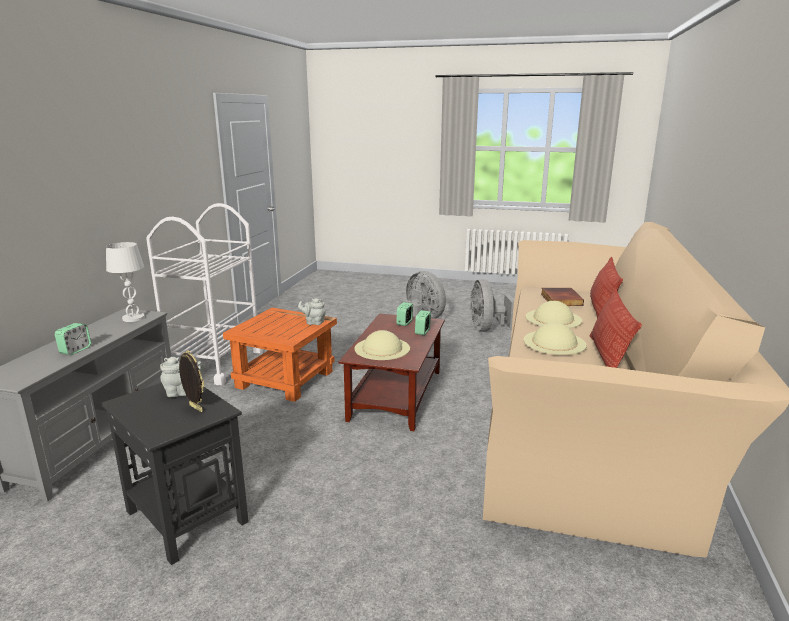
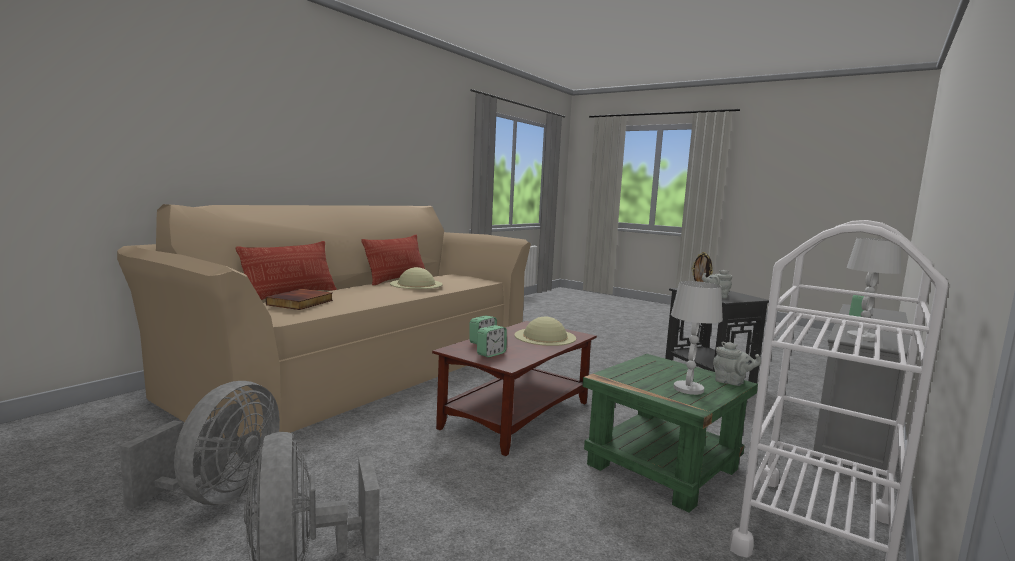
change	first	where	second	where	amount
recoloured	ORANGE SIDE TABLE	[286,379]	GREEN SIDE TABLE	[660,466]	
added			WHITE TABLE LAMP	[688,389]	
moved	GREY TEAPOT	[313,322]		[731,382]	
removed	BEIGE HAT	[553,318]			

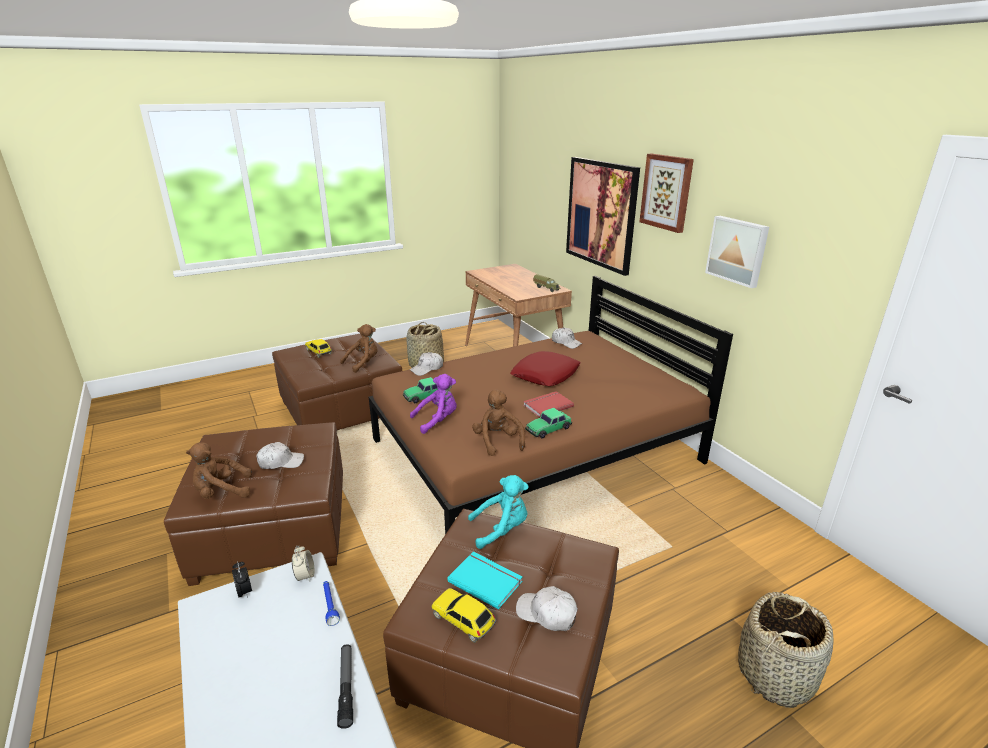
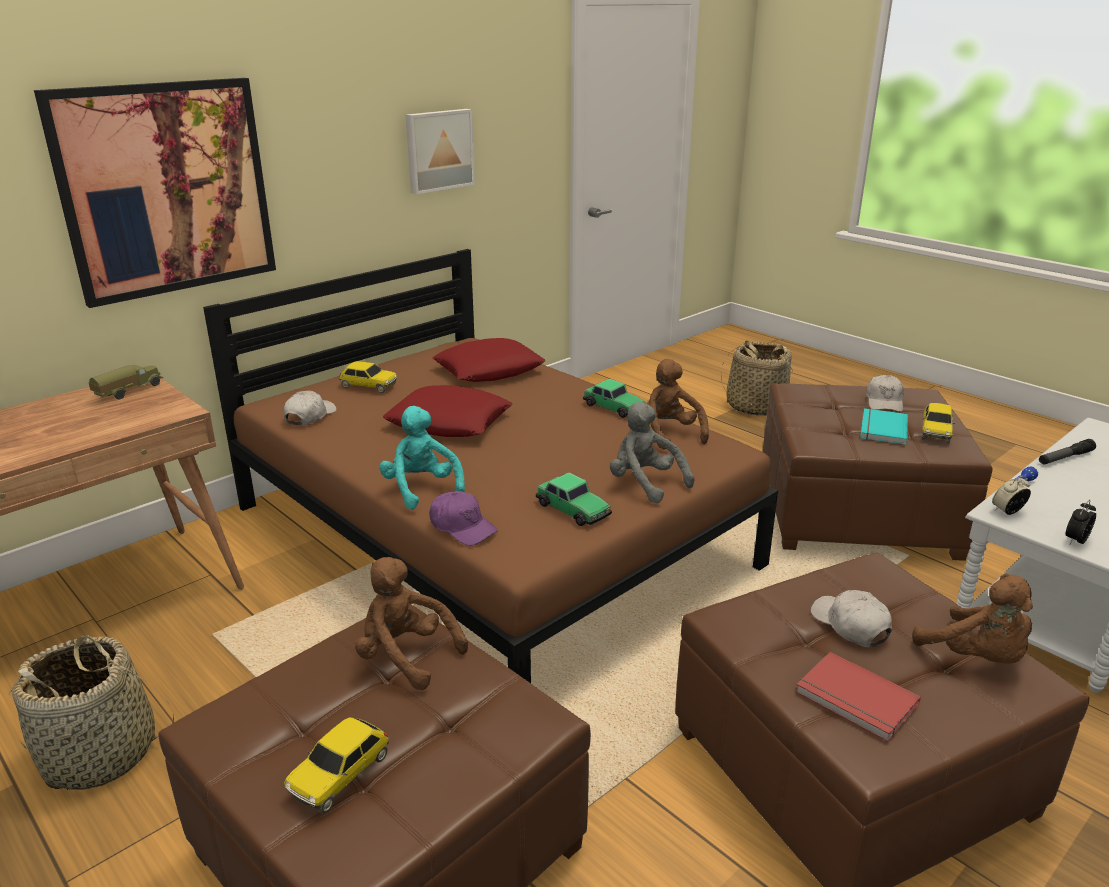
change	first	where	second	where	amount
added			TOY CAR	[368,386]	
moved	TURQUOISE PLUSH TOY	[501,529]		[422,489]	
recoloured	WHITE CAP	[427,369]	PURPLE CAP	[462,527]	
added			RED PILLOW	[489,369]	
recoloured	PURPLE PLUSH TOY	[437,420]	GREY PLUSH TOY	[645,483]	
turned	BROWN PLUSH TOY	[497,441]		[668,434]	105 degrees clockwise
moved	RED BOOK	[547,405]		[855,700]	
removed	PICTURE	[666,192]			

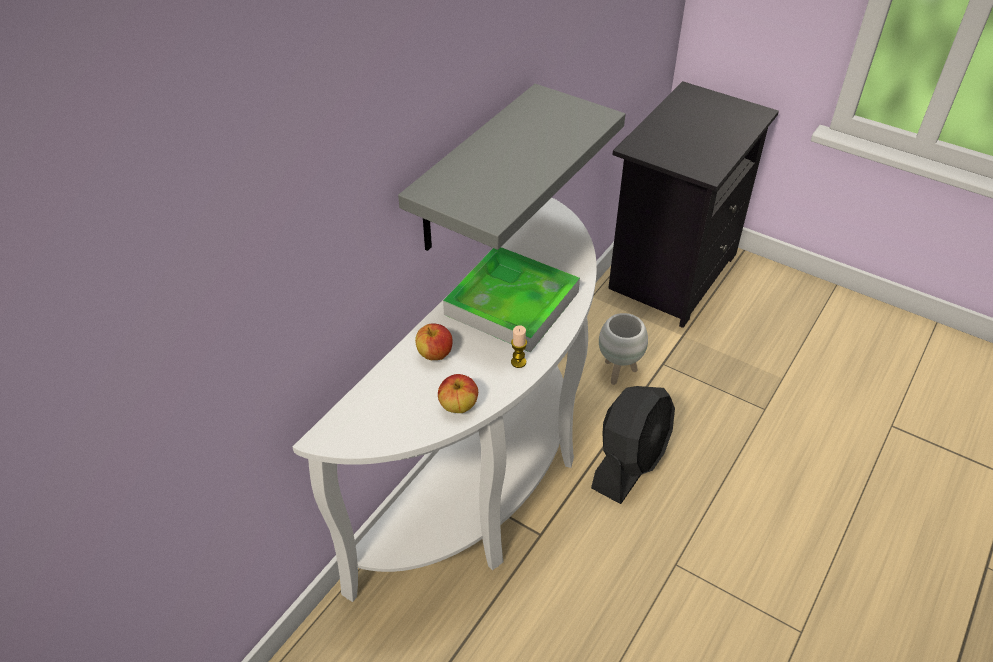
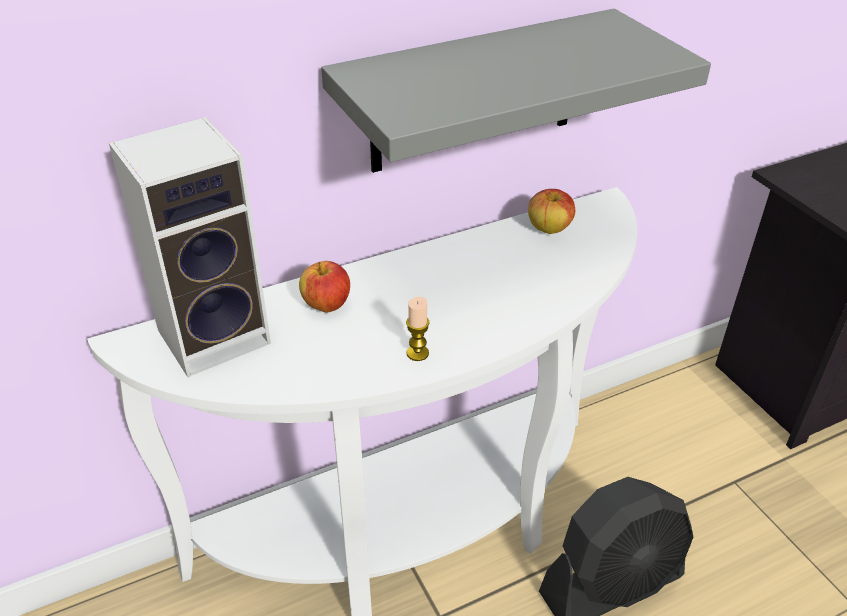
change	first	where	second	where	amount
added			SPEAKER	[217,334]	
moved	APPLE	[458,406]		[549,229]	
removed	TRAY	[512,303]			
removed	WHITE PLANTER	[618,372]			

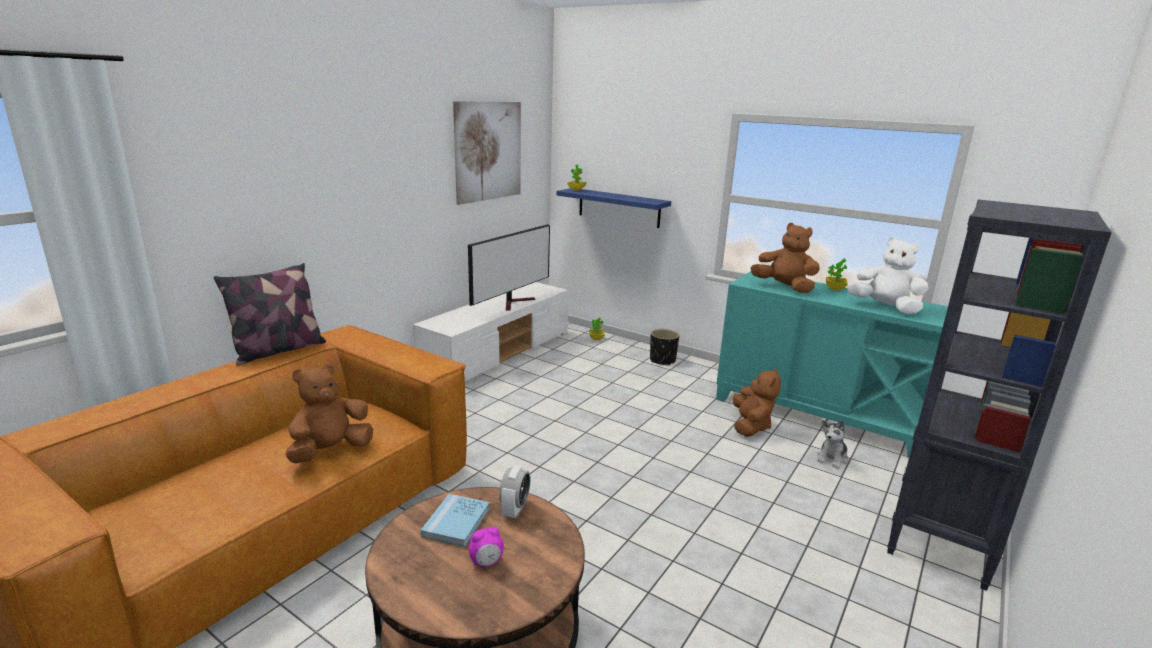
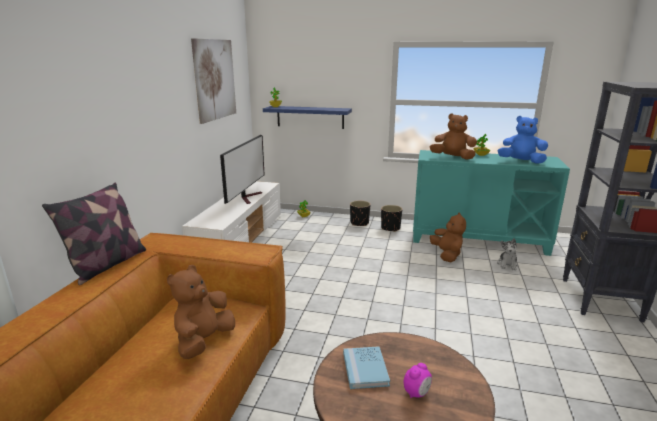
change	first	where	second	where	amount
added			BLACK PLANTER	[390,228]	
recoloured	WHITE PLUSH TOY	[885,307]	BLUE PLUSH TOY	[521,161]	
removed	ALARM CLOCK	[515,509]			

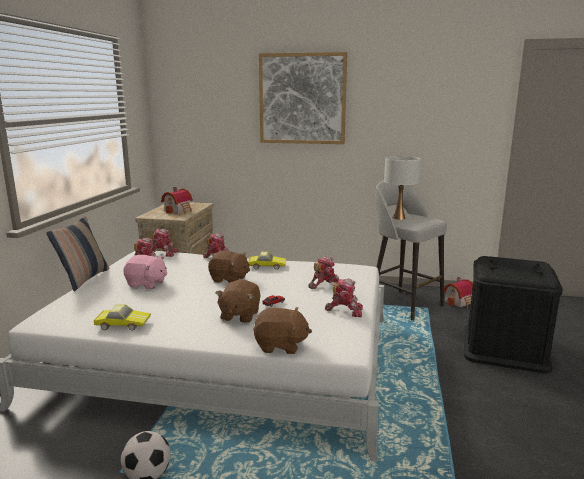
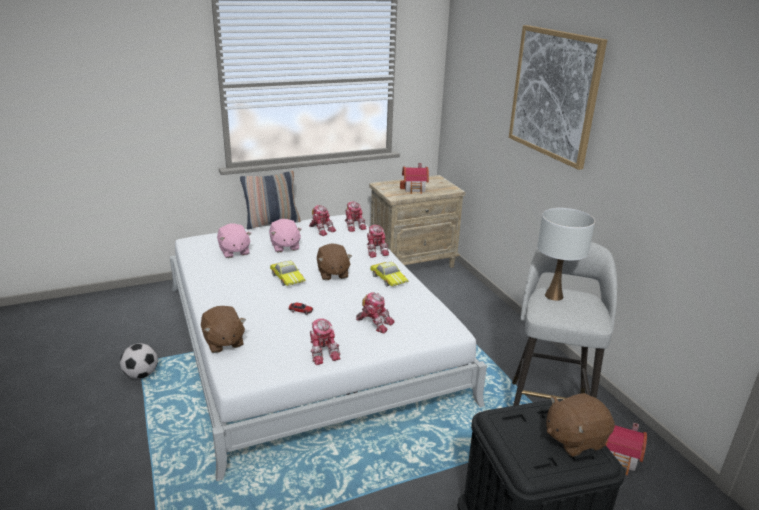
change	first	where	second	where	amount
added			PINK PLUSH TOY	[234,252]	
moved	TOY CAR	[123,324]		[288,277]	
moved	BROWN PLUSH TOY	[239,315]		[574,439]	

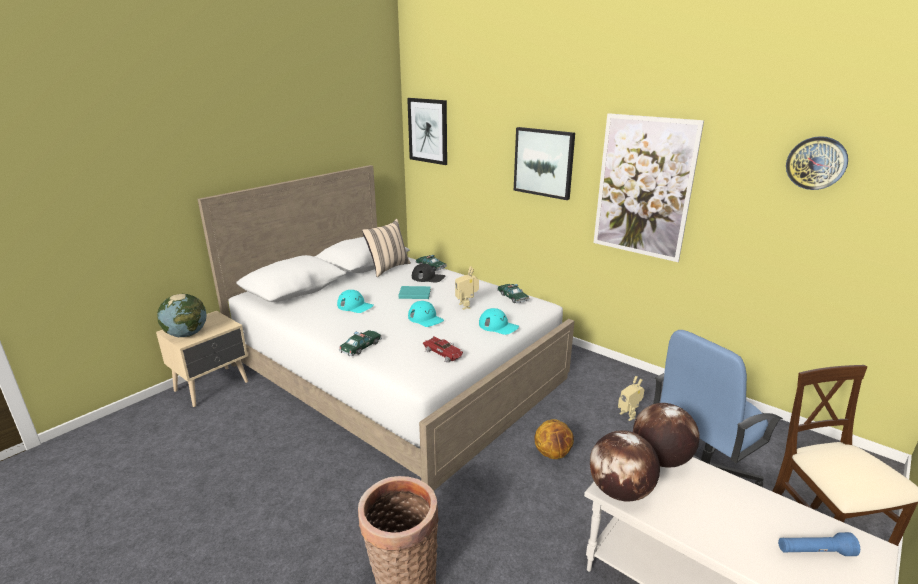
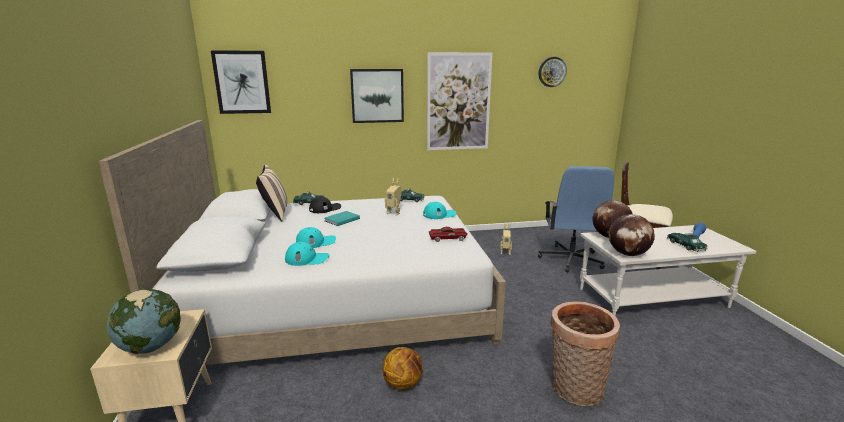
change	first	where	second	where	amount
moved	TURQUOISE CAP	[425,318]		[307,259]	
moved	BASKETBALL	[553,454]		[403,383]	
moved	TOY CAR	[361,347]		[685,245]	

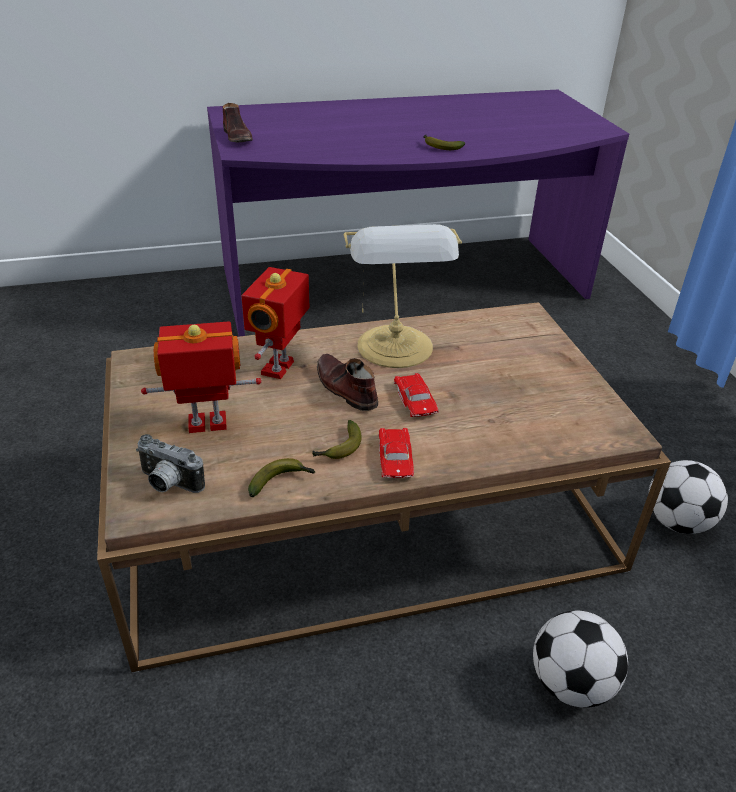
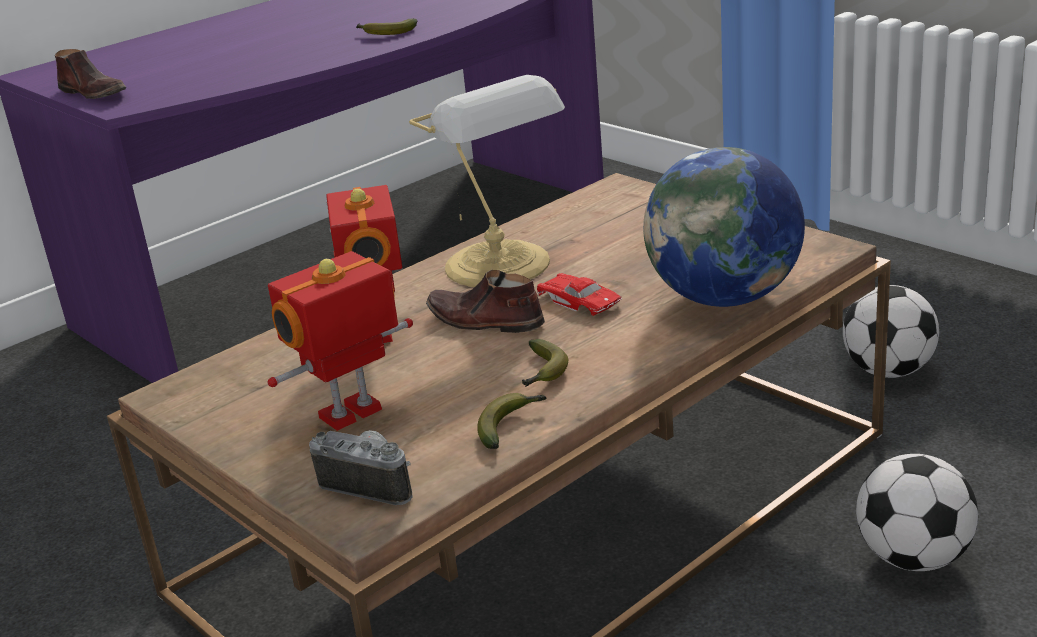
change	first	where	second	where	amount
turned	PHOTO CAMERA	[168,484]		[371,483]	150 degrees counterclockwise
added			GLOBE	[725,298]	
removed	RED TOY CAR	[395,458]			

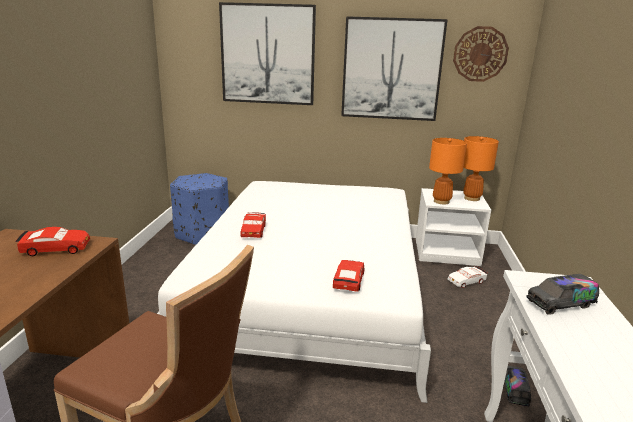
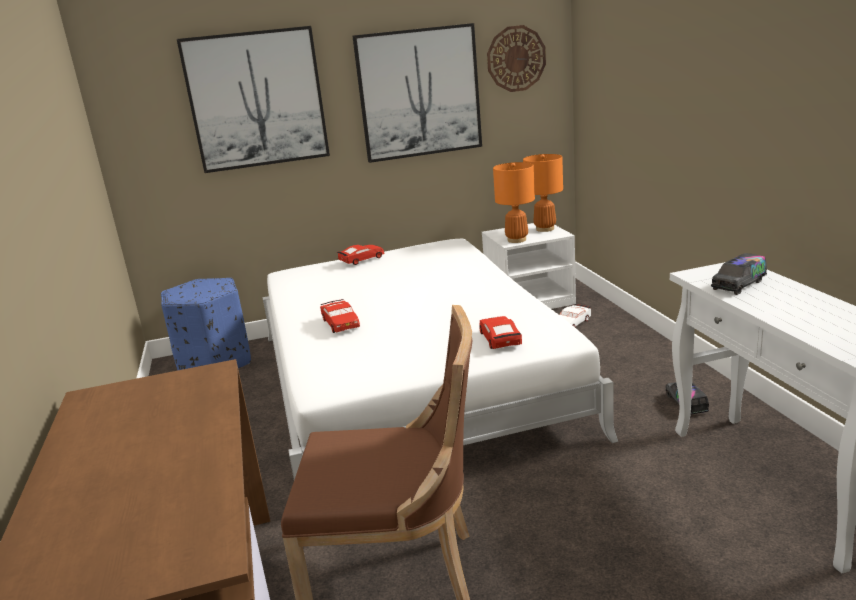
change	first	where	second	where	amount
moved	RED TOY CAR	[55,248]		[361,259]	

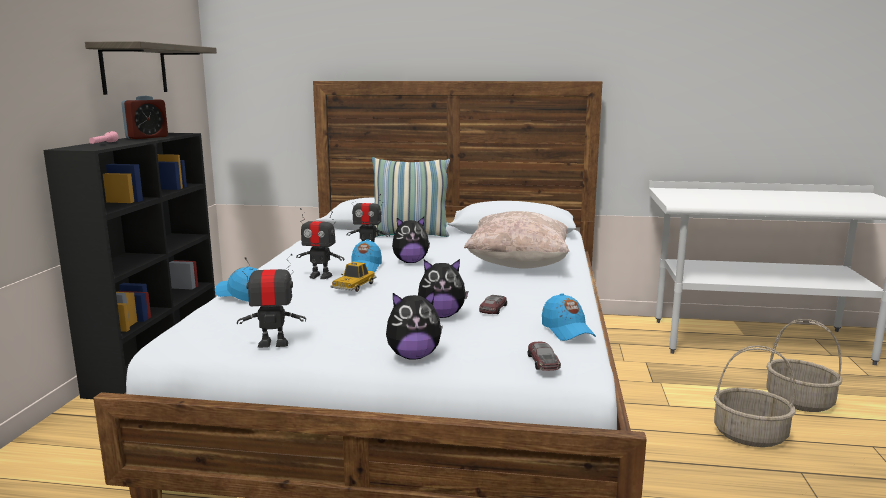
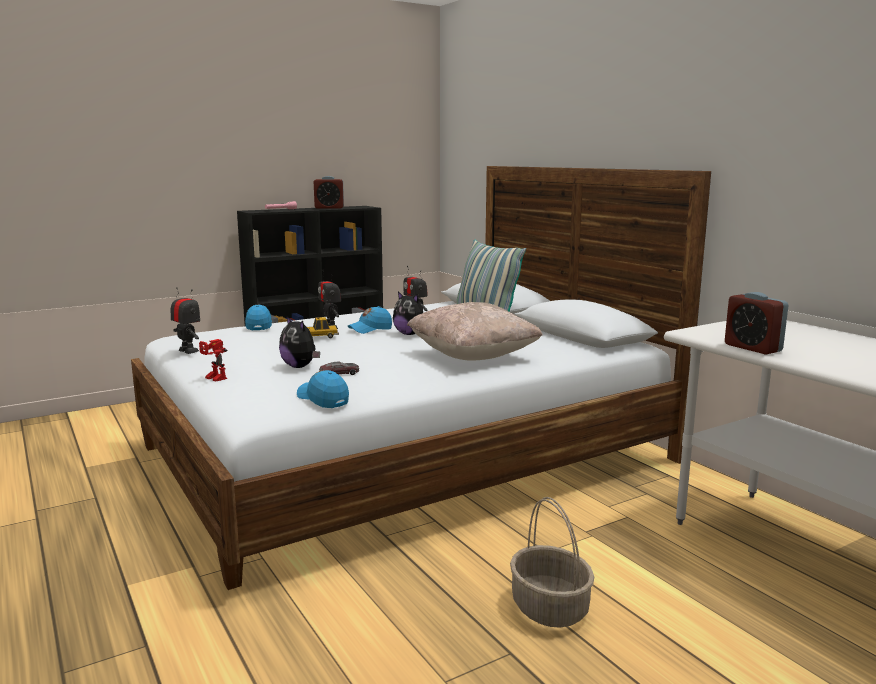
change	first	where	second	where	amount
replaced	PLUSH TOY	[413,356]	TOY ROBOT	[212,378]	
turned	BLUE CAP	[567,331]		[323,399]	105 degrees clockwise
added			ALARM CLOCK	[752,348]	
removed	SHELF	[134,69]			
removed	TOY CAR	[543,362]			
removed	BASKET	[800,401]			

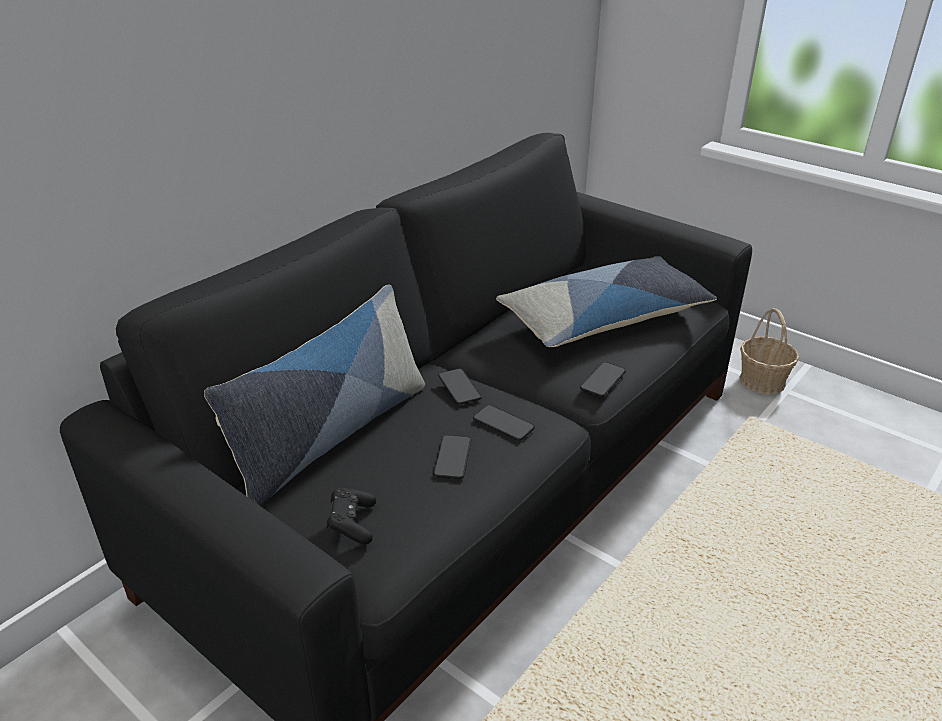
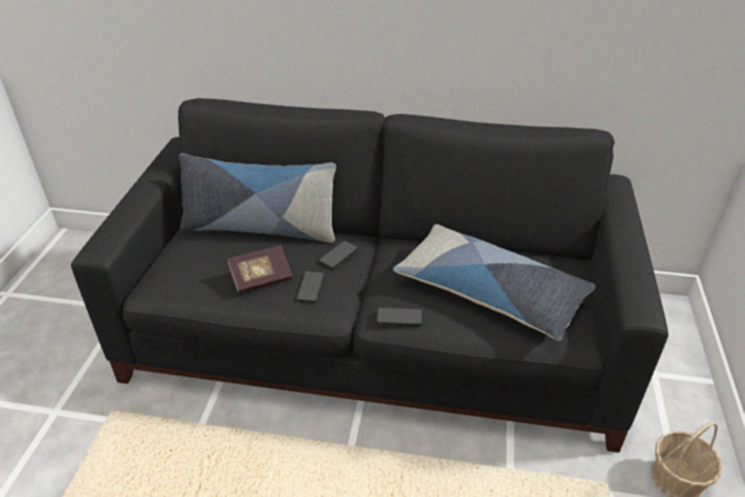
change	first	where	second	where	amount
replaced	PHONE	[452,458]	BOOK	[261,278]	
removed	BLACK GAME CONTROLLER	[352,523]			

